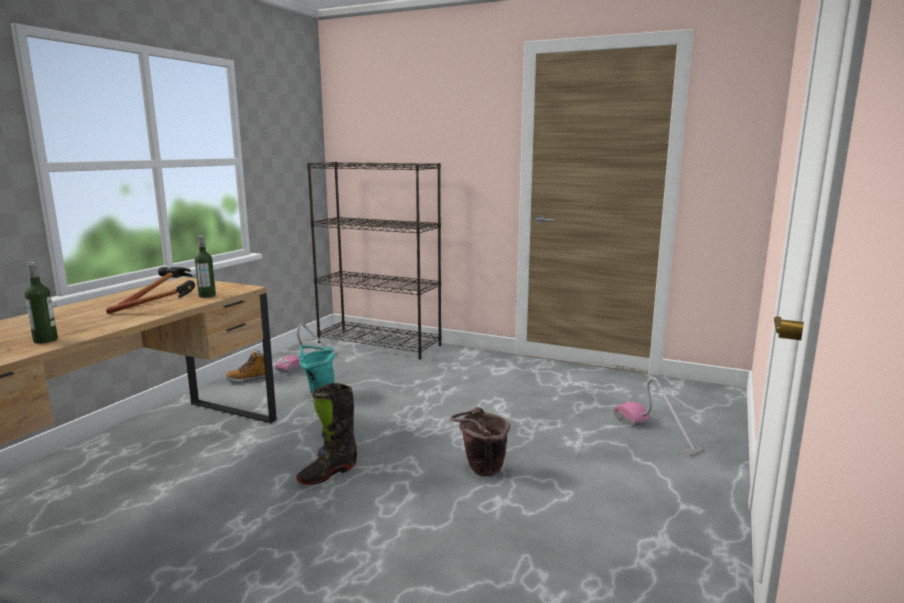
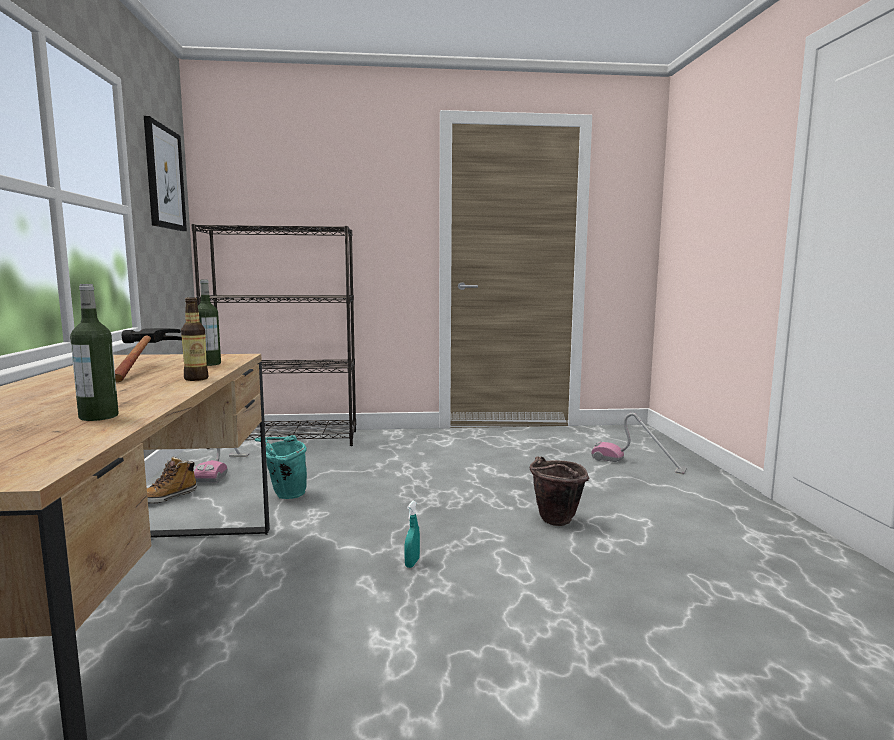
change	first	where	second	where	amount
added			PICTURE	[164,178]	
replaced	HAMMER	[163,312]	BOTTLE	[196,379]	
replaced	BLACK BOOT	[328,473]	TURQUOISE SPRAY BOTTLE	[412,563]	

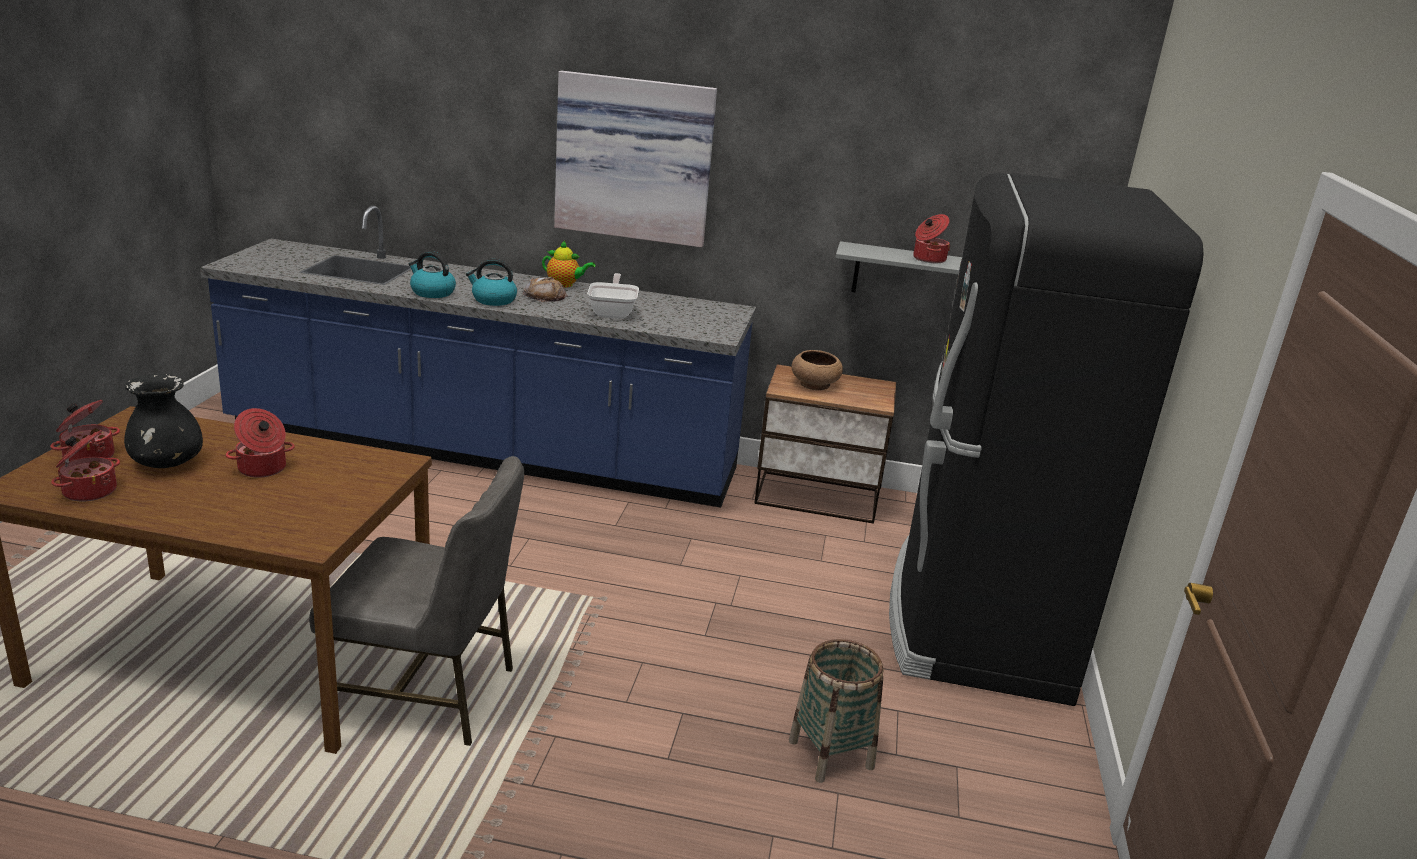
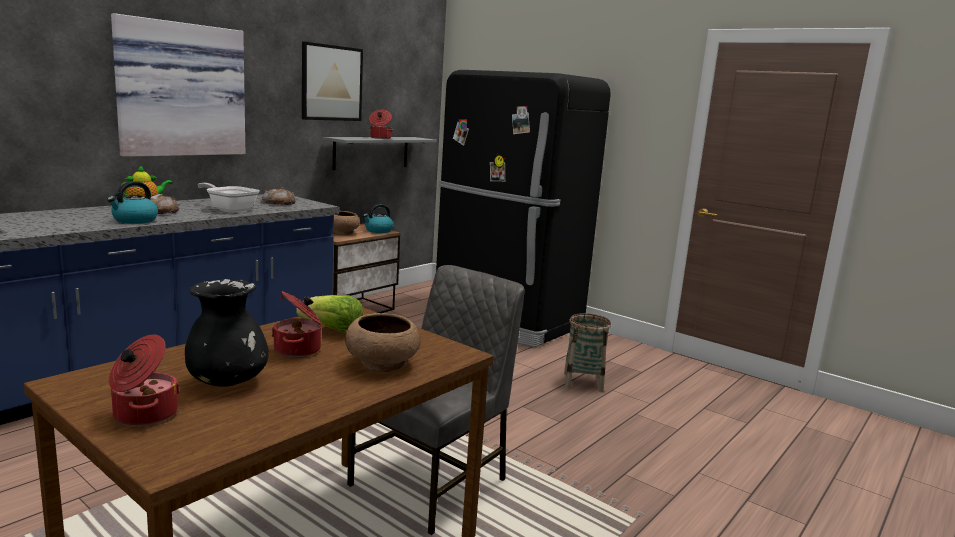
change	first	where	second	where	amount
added			BREAD	[278,203]	
added			LETTUCE	[332,331]	
added			PICTURE	[331,83]	
added			BROWN BOWL	[383,364]	
moved	KETTLE	[432,292]		[378,231]	
removed	COOKING POT	[89,491]			

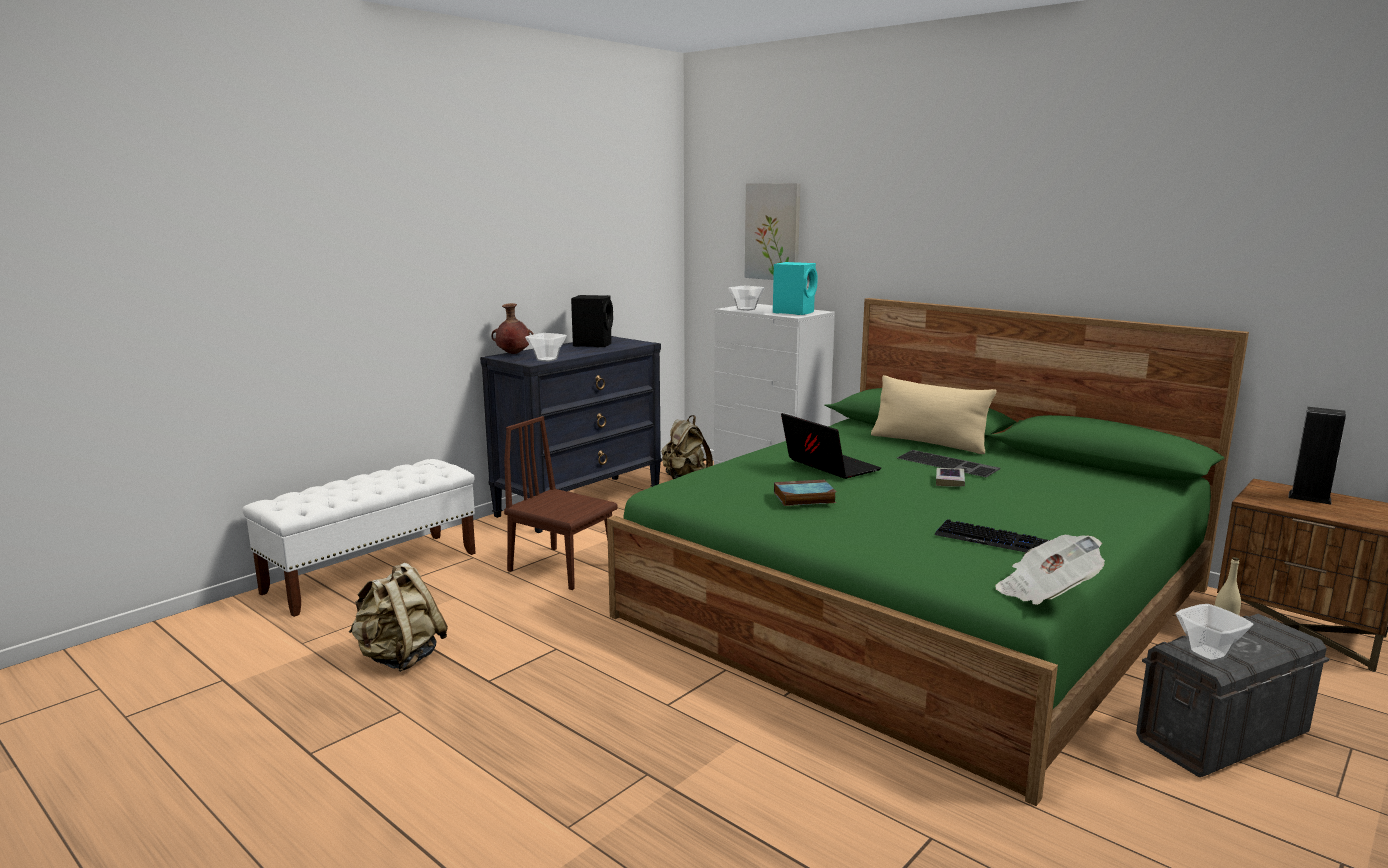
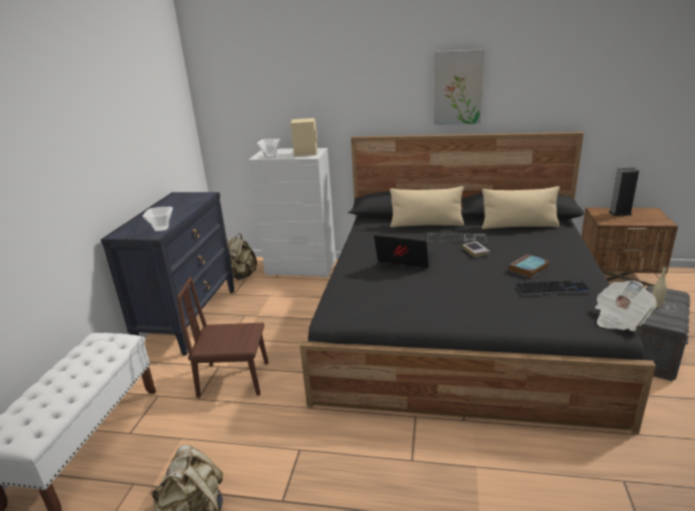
change	first	where	second	where	amount
recoloured	TURQUOISE SPEAKER	[794,312]	BEIGE SPEAKER	[306,153]	
recoloured	GREEN BED	[919,602]	BLACK BED	[460,323]	
moved	PICTURE	[773,232]		[457,87]	
added			BEIGE PILLOW	[519,226]	
moved	BOOK	[803,498]		[528,269]	
removed	BROWN VASE	[513,354]			
removed	BLACK SPEAKER	[593,344]			
removed	BOWL	[1209,655]			

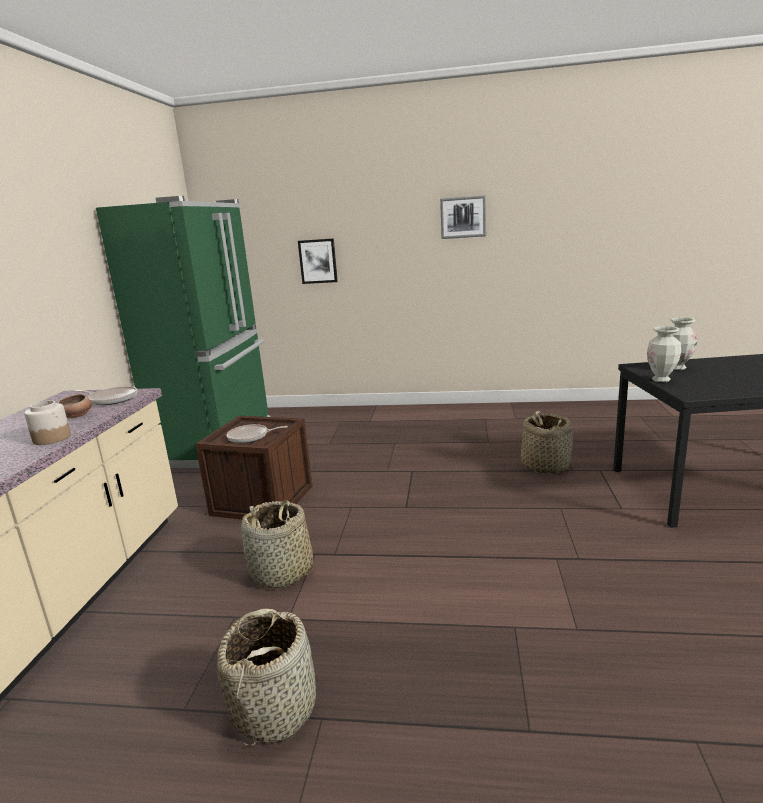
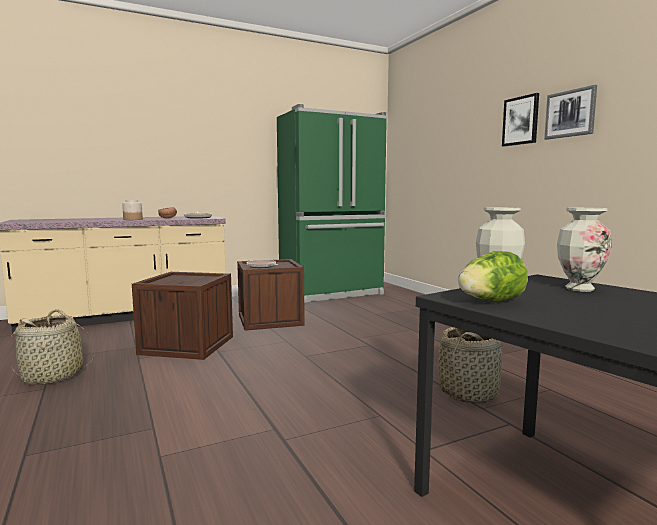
change	first	where	second	where	amount
replaced	BASKET	[282,572]	CRATE	[187,345]	
added			LETTUCE	[490,301]	
moved	PICTURE	[318,261]		[520,121]	

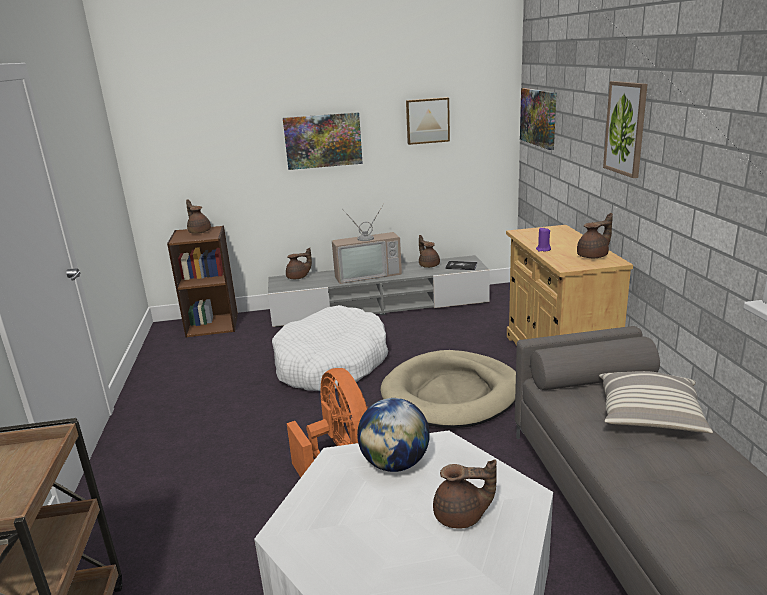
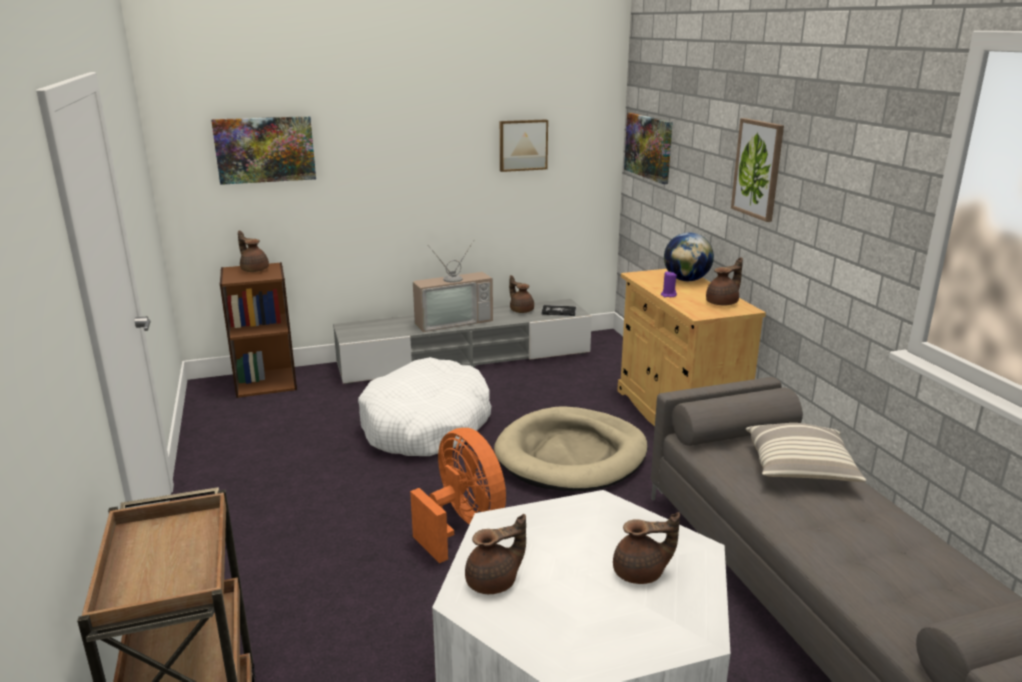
change	first	where	second	where	amount
moved	PICTURE	[323,140]		[265,149]	
moved	BROWN TEAPOT	[298,277]		[494,582]	
moved	GLOBE	[395,464]		[686,280]	

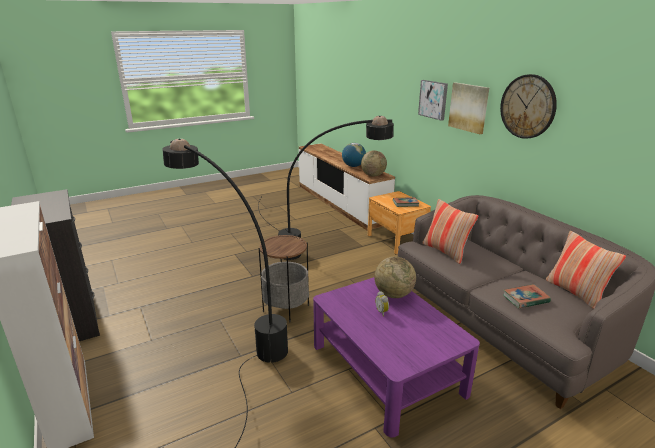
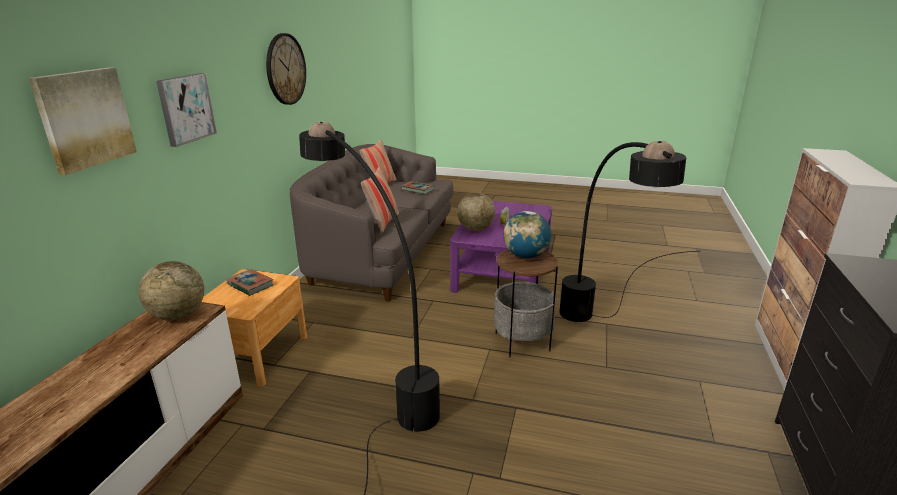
change	first	where	second	where	amount
moved	PICTURE	[469,107]		[85,118]	
moved	GLOBE	[353,166]		[526,256]	

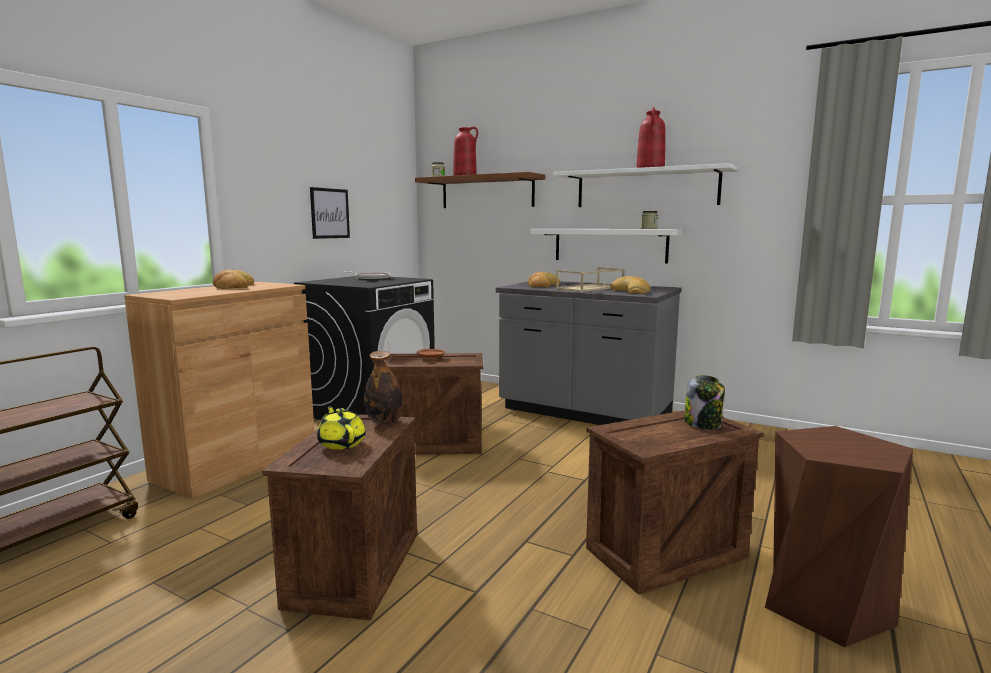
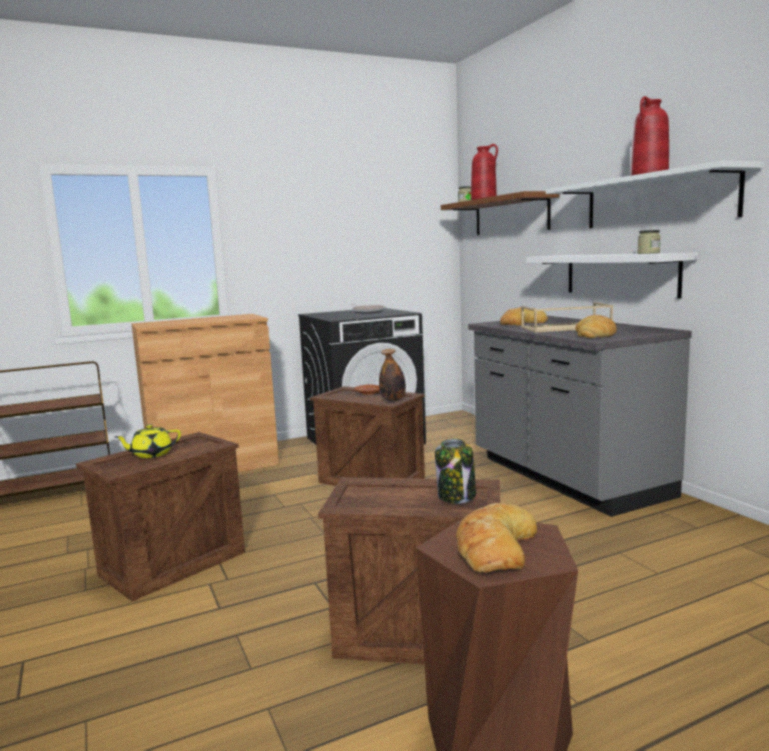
change	first	where	second	where	amount
turned	YELLOW TEAPOT	[341,443]		[151,454]	120 degrees counterclockwise
moved	BOTTLE	[384,422]		[393,400]	
moved	BREAD	[233,287]		[494,547]	
removed	PICTURE	[330,213]			

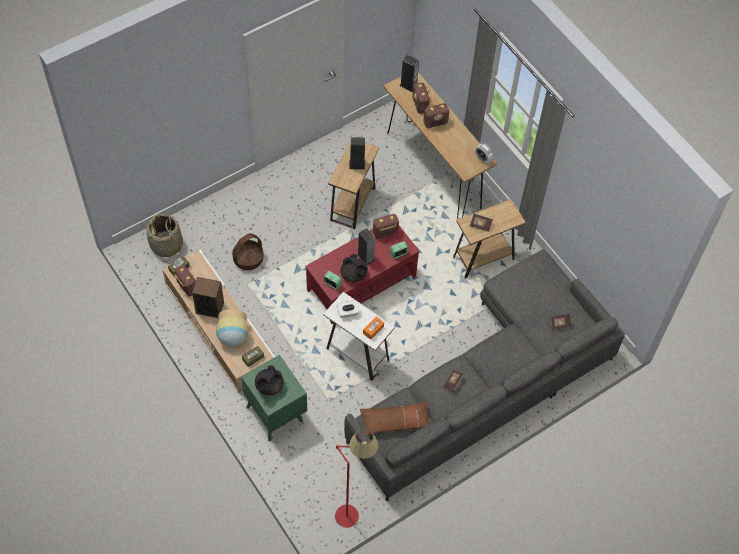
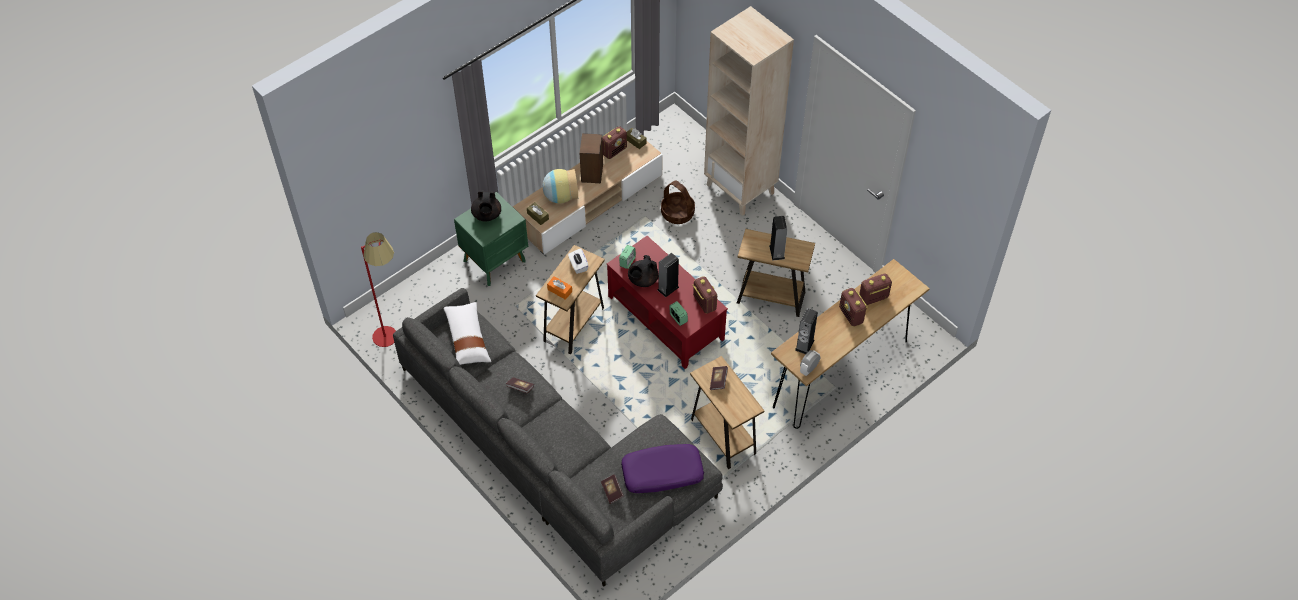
change	first	where	second	where	amount
recoloured	BROWN PILLOW	[395,421]	WHITE PILLOW	[467,338]	
turned	BLACK TEAPOT	[269,386]		[487,215]	120 degrees counterclockwise
recoloured	WHITE SIDE TABLE	[357,355]	BROWN SIDE TABLE	[574,324]	
added			PURPLE PILLOW	[662,474]	
added			BEIGE BOOKCASE	[741,189]	
moved	SPEAKER	[408,85]		[804,345]	
removed	BASKET	[167,245]			

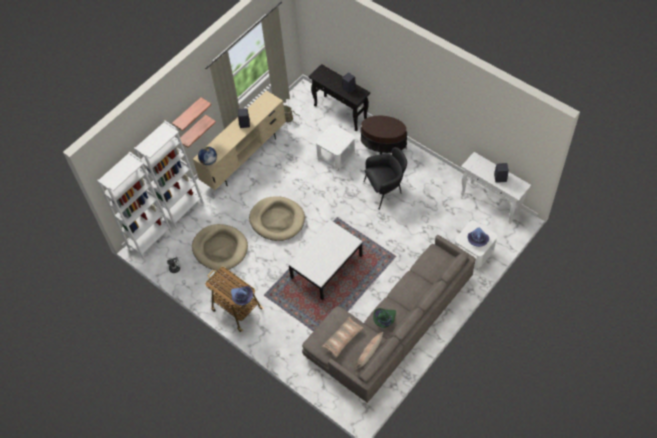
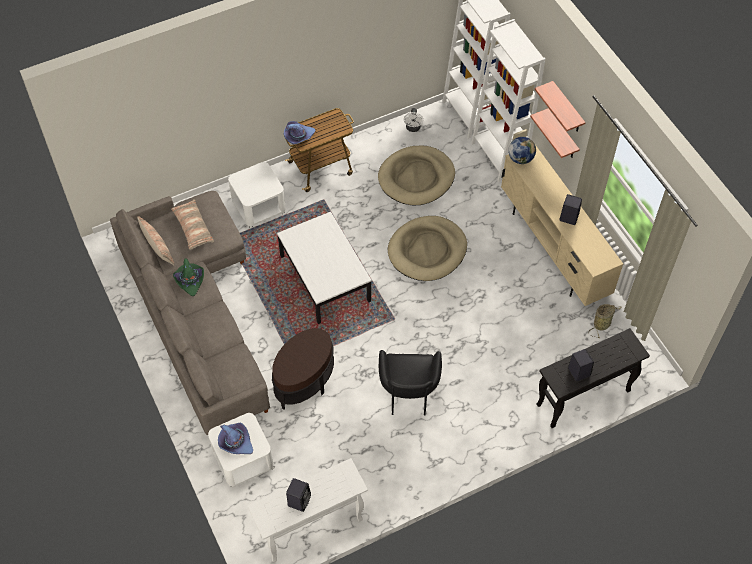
change	first	where	second	where	amount
moved	WHITE SIDE TABLE	[336,155]		[259,207]	
moved	BROWN SIDE TABLE	[383,146]		[305,381]	

